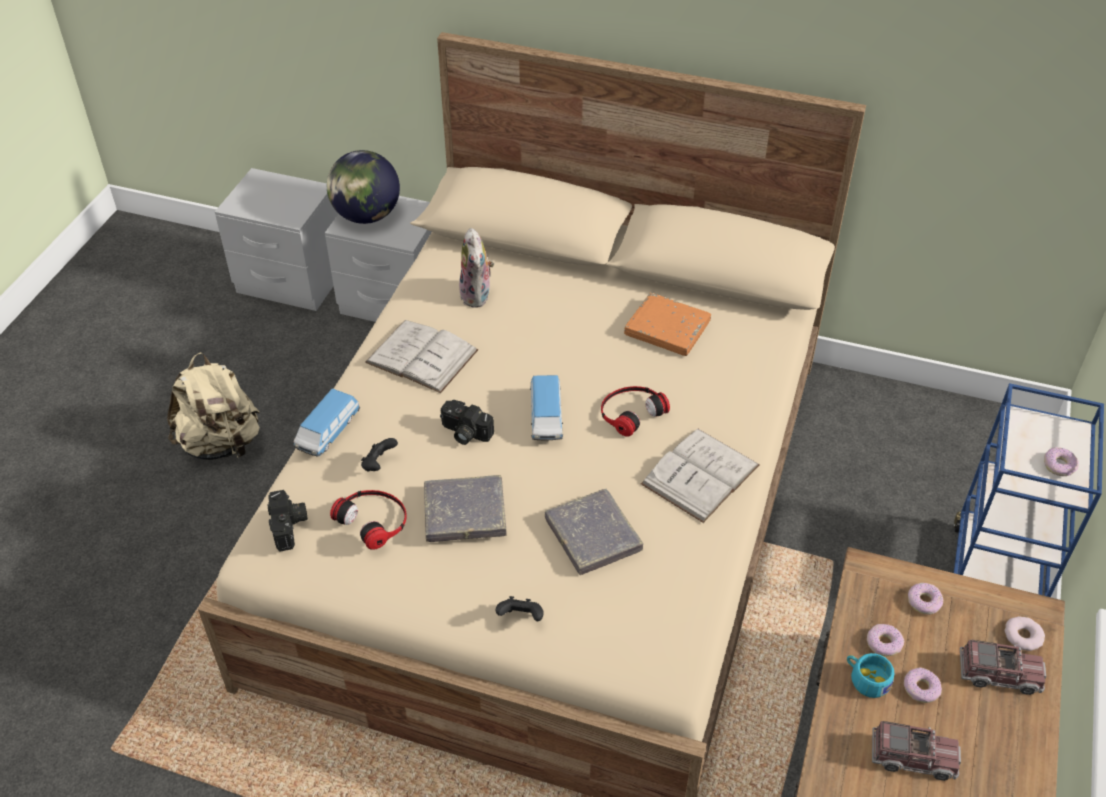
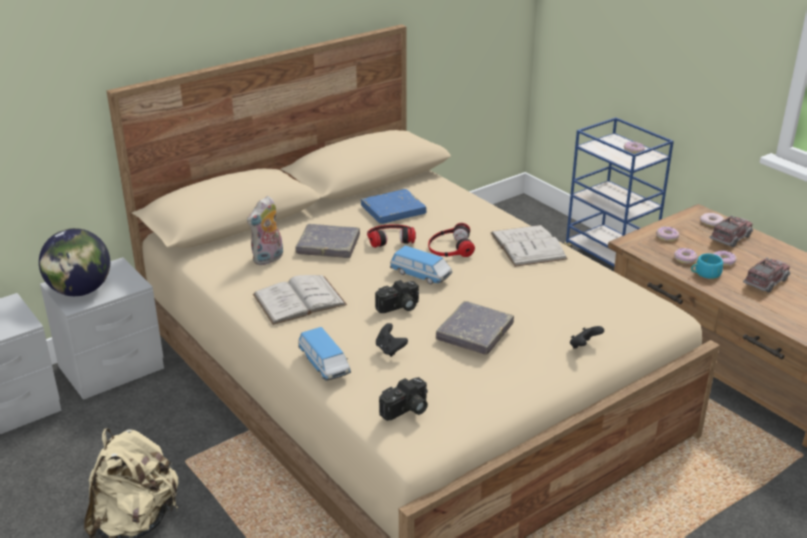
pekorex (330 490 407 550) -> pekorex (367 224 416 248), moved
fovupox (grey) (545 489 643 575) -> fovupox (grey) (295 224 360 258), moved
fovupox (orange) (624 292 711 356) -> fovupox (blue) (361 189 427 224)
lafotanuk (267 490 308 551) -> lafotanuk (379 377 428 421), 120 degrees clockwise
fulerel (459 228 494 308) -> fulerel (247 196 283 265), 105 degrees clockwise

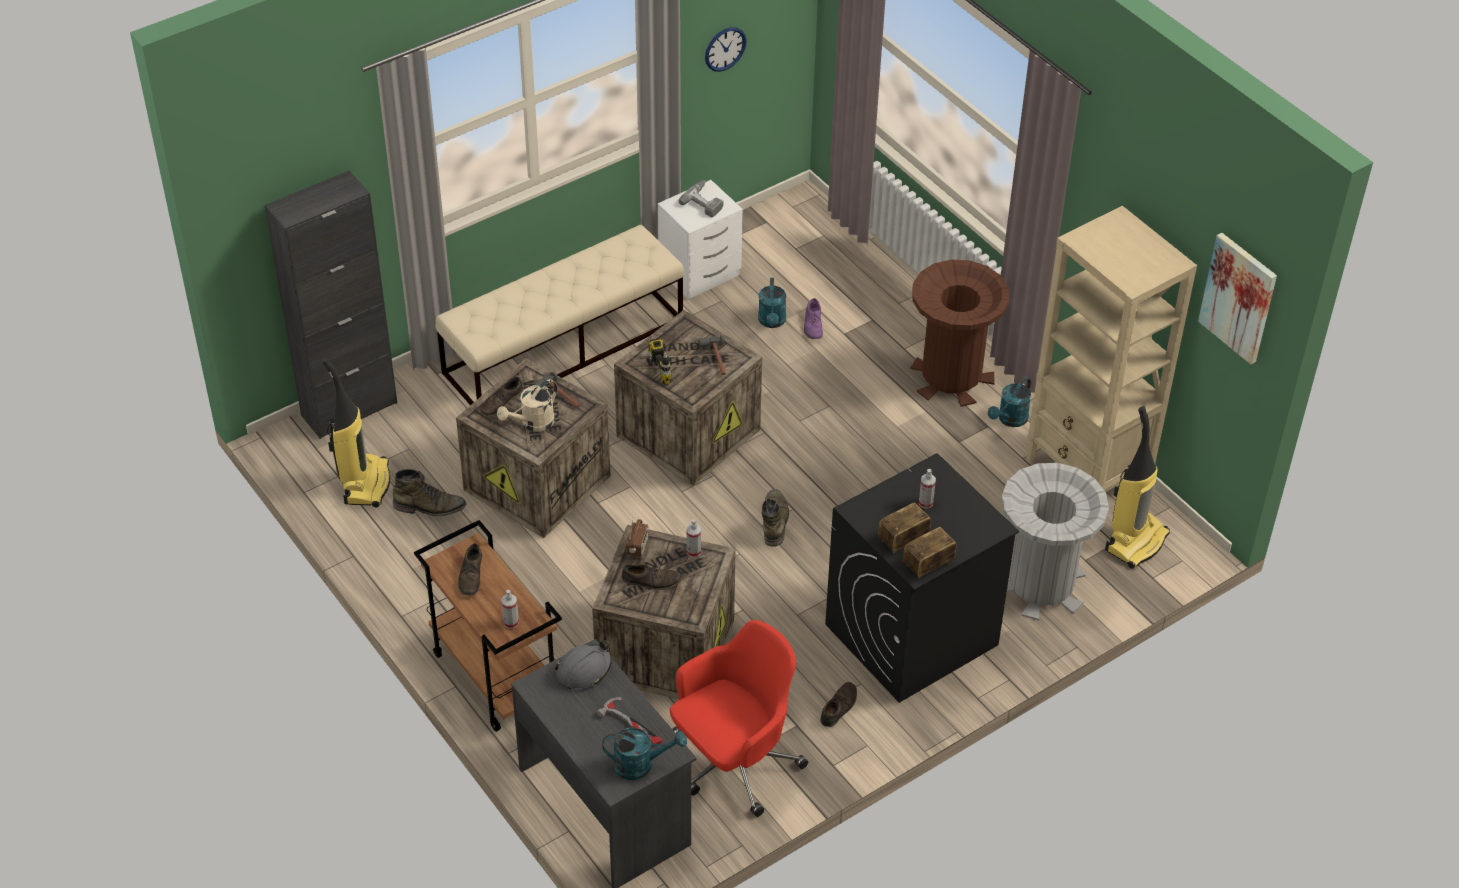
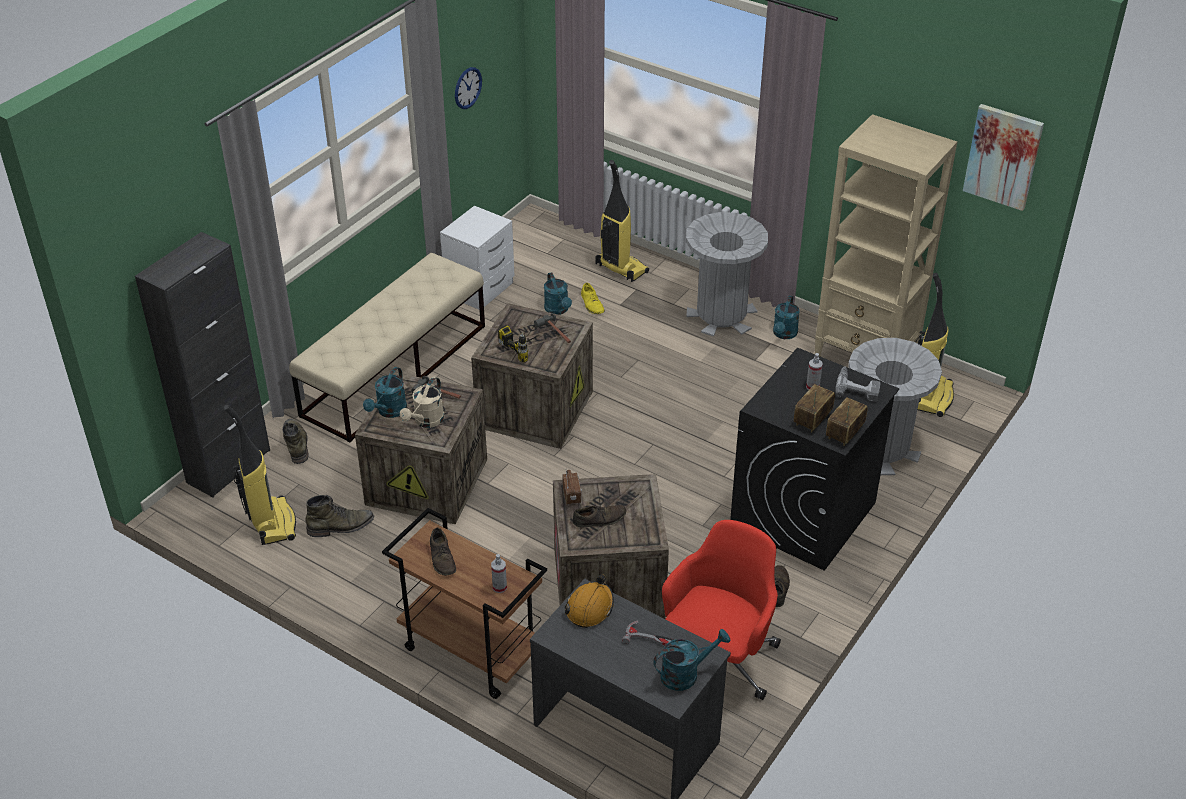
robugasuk (686 519 701 558) -> none
none -> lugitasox (595 160 649 282)
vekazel (679 180 724 217) -> vekazel (835 366 881 402), moved
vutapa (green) (762 489 789 547) -> vutapa (green) (282 419 309 464), moved
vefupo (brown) (480 377 523 416) -> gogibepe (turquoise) (363 367 407 418)
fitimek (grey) (555 640 612 689) -> fitimek (orange) (564 574 614 628)
vefupo (purple) (804 298 823 339) -> vefupo (yellow) (581 283 605 314)
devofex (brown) (910 260 1009 407) -> devofex (grey) (686 212 768 337)

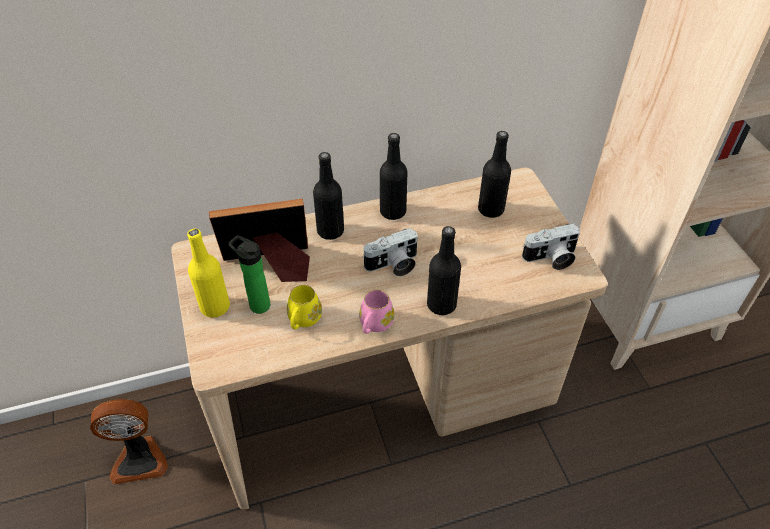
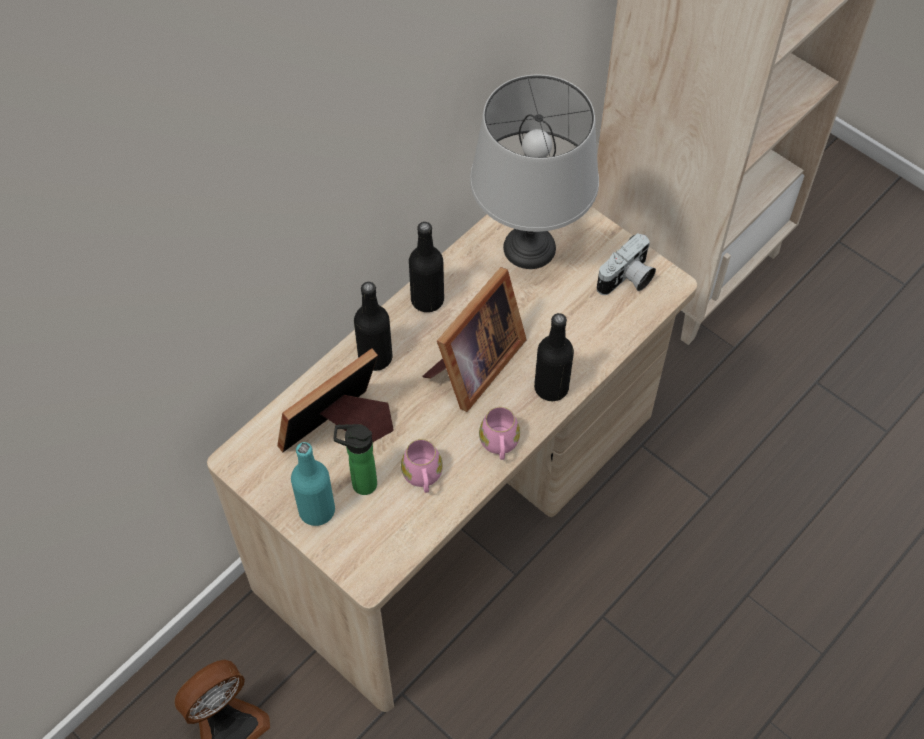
lafotanuk (362 228 417 276) -> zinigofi (422 267 527 412)
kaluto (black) (478 131 511 218) -> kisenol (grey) (470 74 599 269)
kaluto (yellow) (187 229 230 318) -> kaluto (turquoise) (291 442 335 526)
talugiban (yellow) (287 285 322 330) -> talugiban (pink) (401 439 443 493)

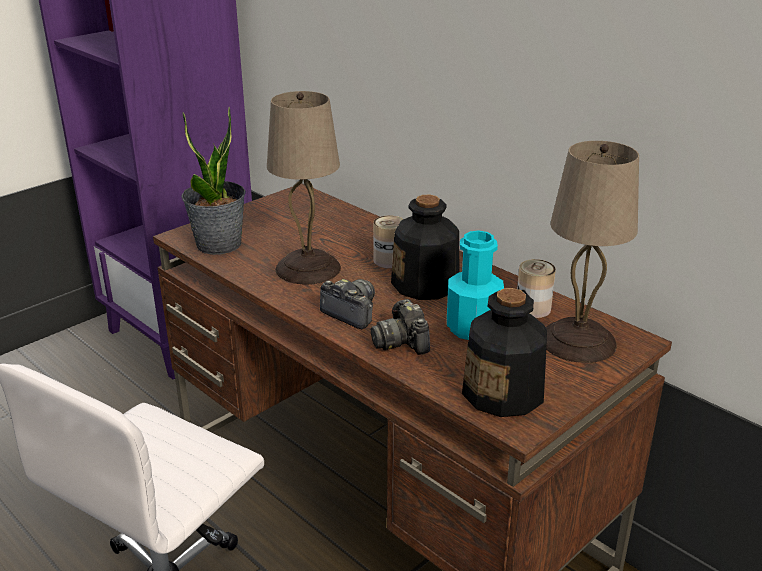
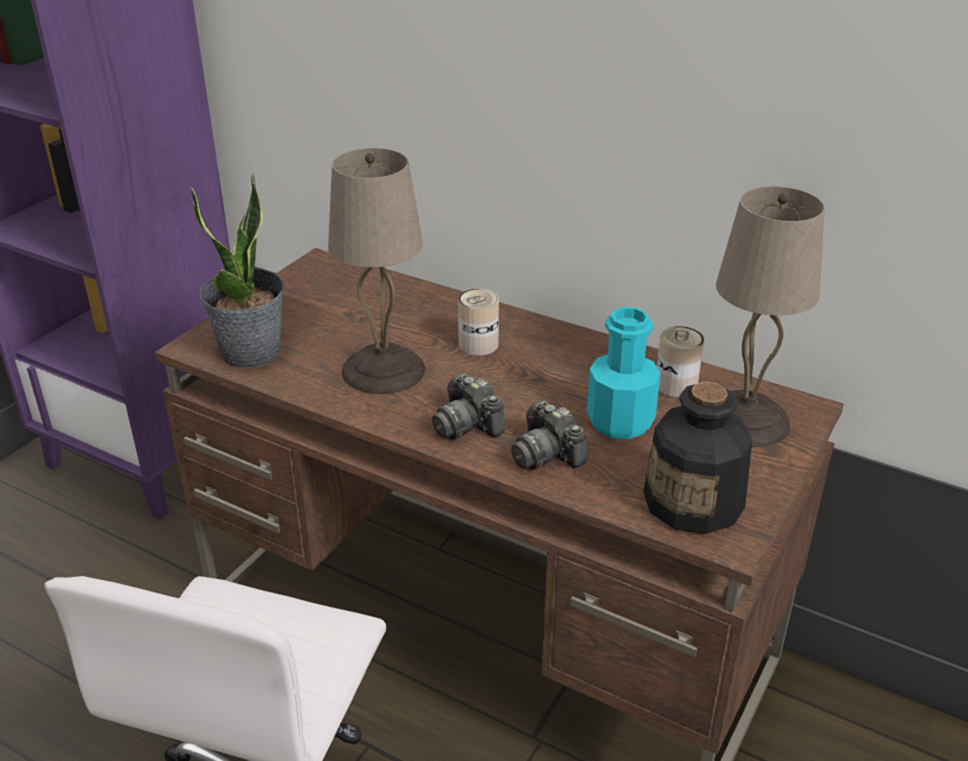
kaluto (391 195 459 300) -> none
lafotanuk (320 279 375 329) -> lafotanuk (432 373 505 439), 150 degrees counterclockwise

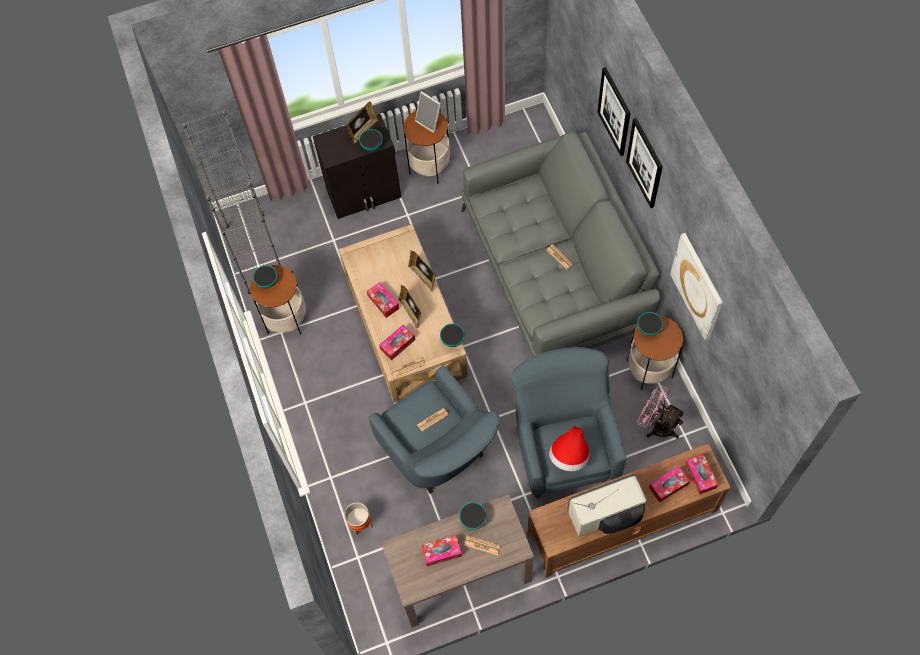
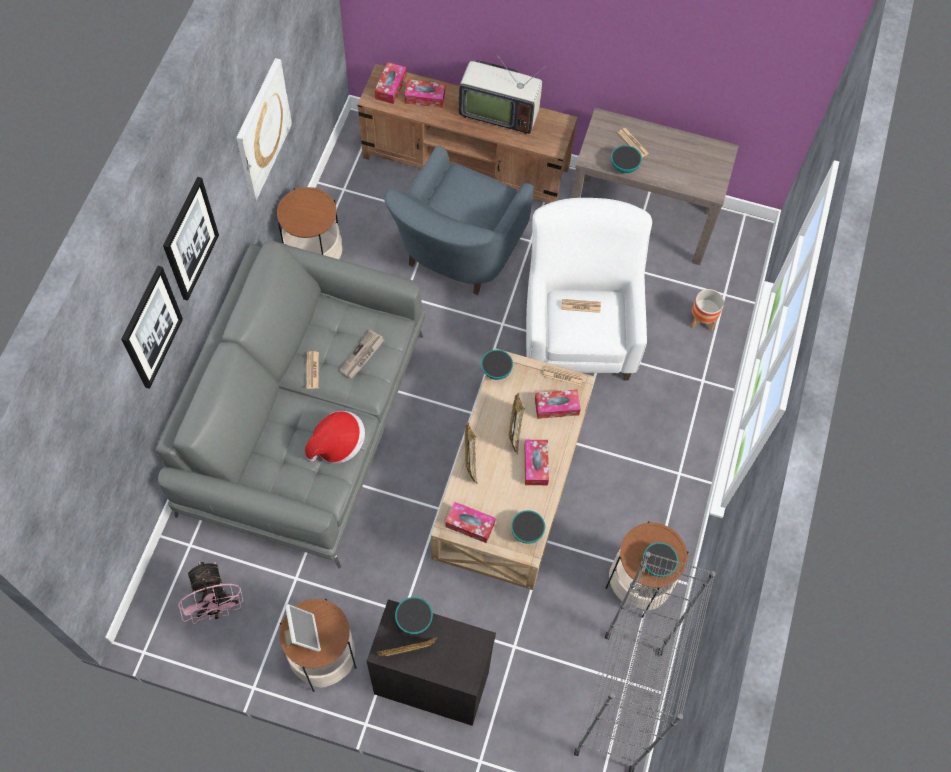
none -> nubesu (339 330 384 378)
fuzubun (421 535 462 566) -> fuzubun (446 502 496 543), moved
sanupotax (549 426 590 471) -> sanupotax (305 411 365 464), moved
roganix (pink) (637 385 685 439) -> roganix (pink) (178 562 243 624), moved
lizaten (638 312 663 336) -> lizaten (511 510 545 544), moved
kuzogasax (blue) (369 365 500 494) -> kuzogasax (white) (526 198 652 381)

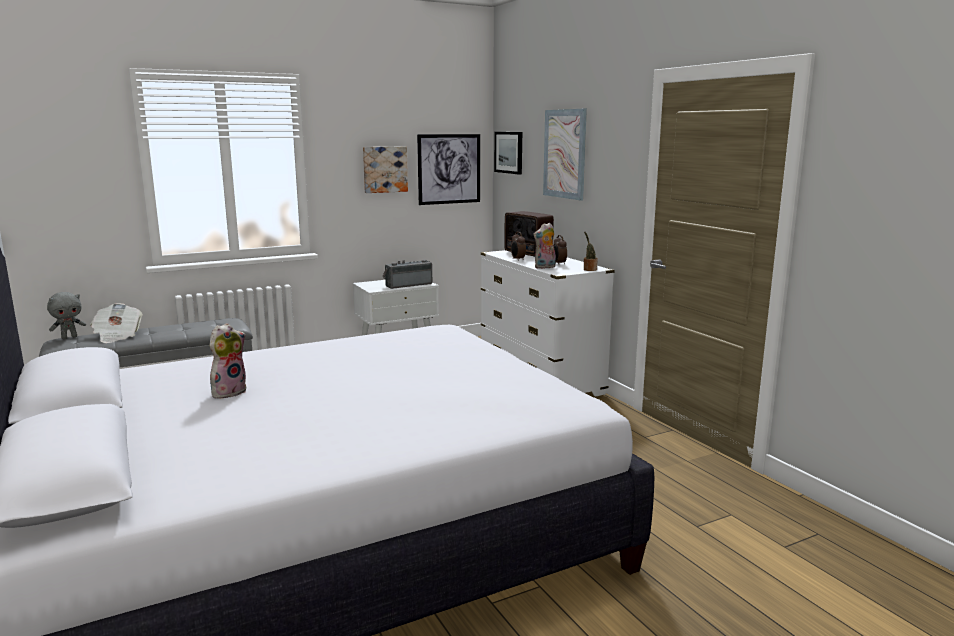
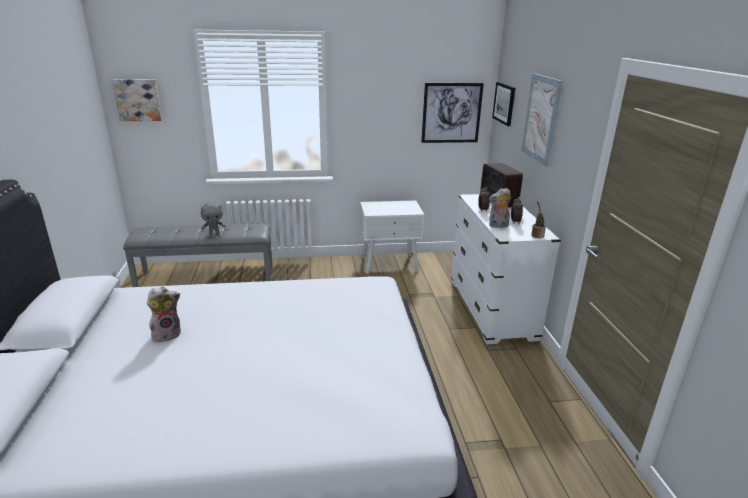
nubesu (90 303 143 343) -> none
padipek (383 260 432 289) -> none
fulerel (grey) (47 292 86 339) -> fulerel (grey) (201 202 226 235), moved
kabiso (363 147 408 193) -> kabiso (112 79 162 121), moved

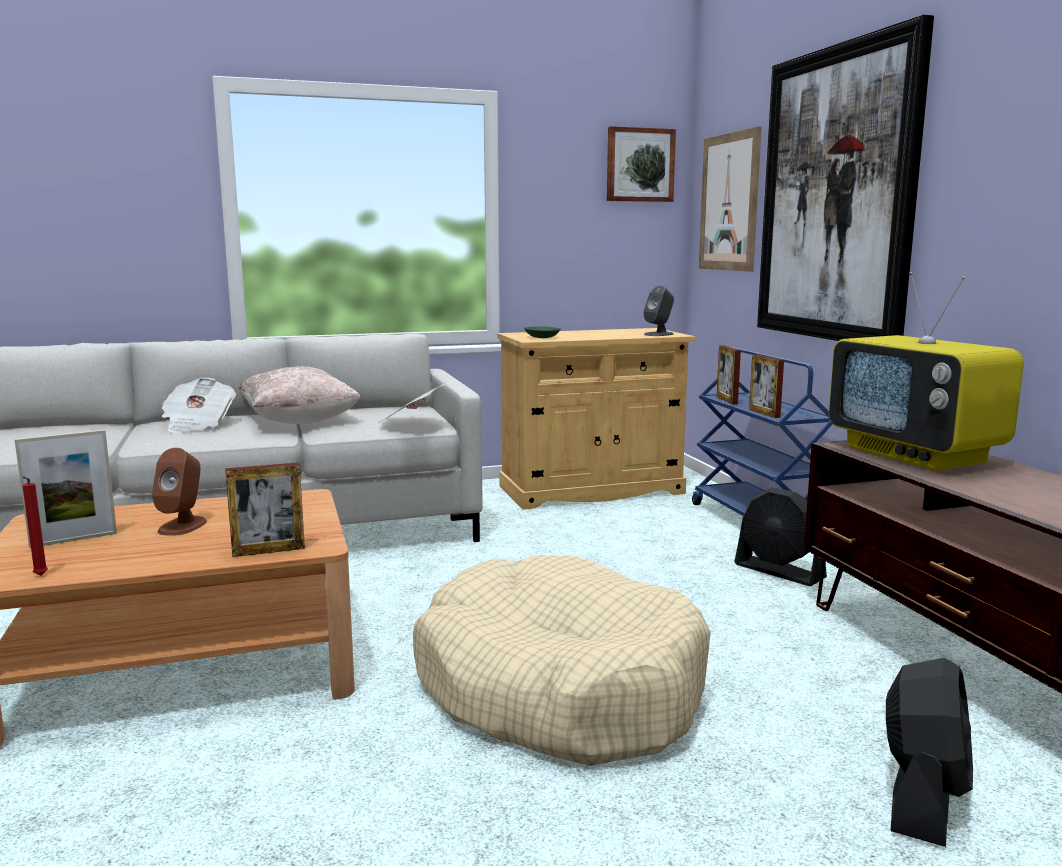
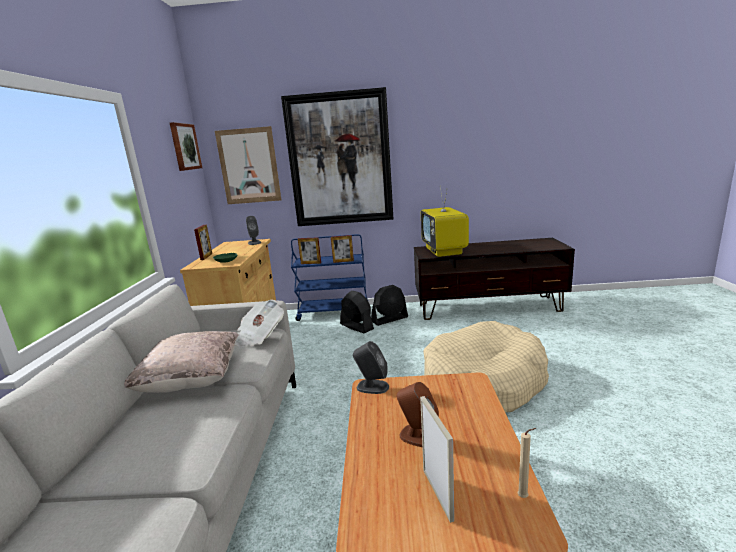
nubesu (161 378 236 433) -> none
none -> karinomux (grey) (353 341 389 394)
zinigofi (225 462 305 557) -> zinigofi (194 225 212 260), moved
roganix (black) (886 658 973 847) -> roganix (black) (340 291 374 333), moved
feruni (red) (22 476 48 576) -> feruni (beige) (518 428 536 498)
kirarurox (829 272 1024 471) -> kirarurox (421 186 469 257), 90 degrees clockwise

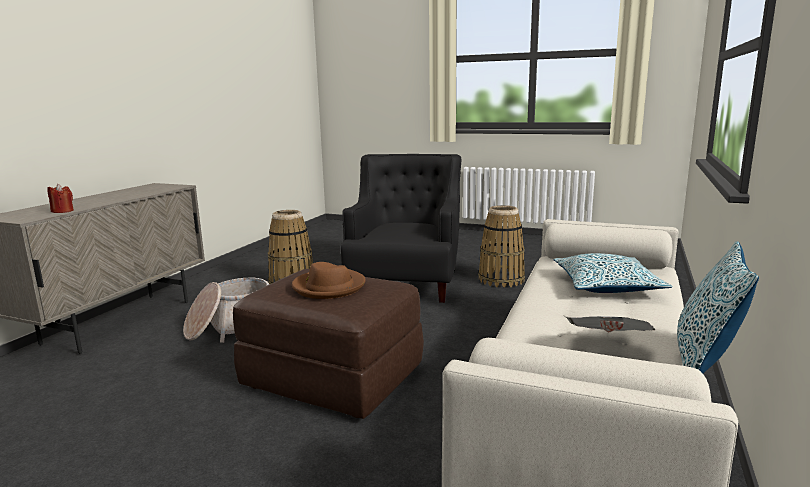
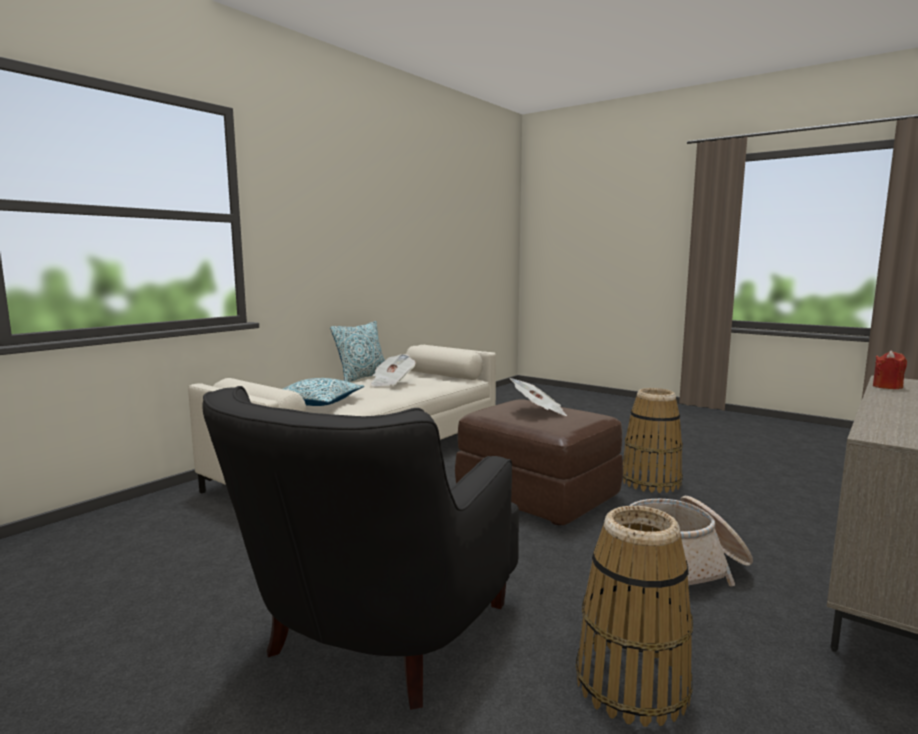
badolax (478 205 525 288) -> badolax (623 388 683 493), moved
sanupotax (brown) (292 262 366 299) -> nubesu (510 378 567 416)

